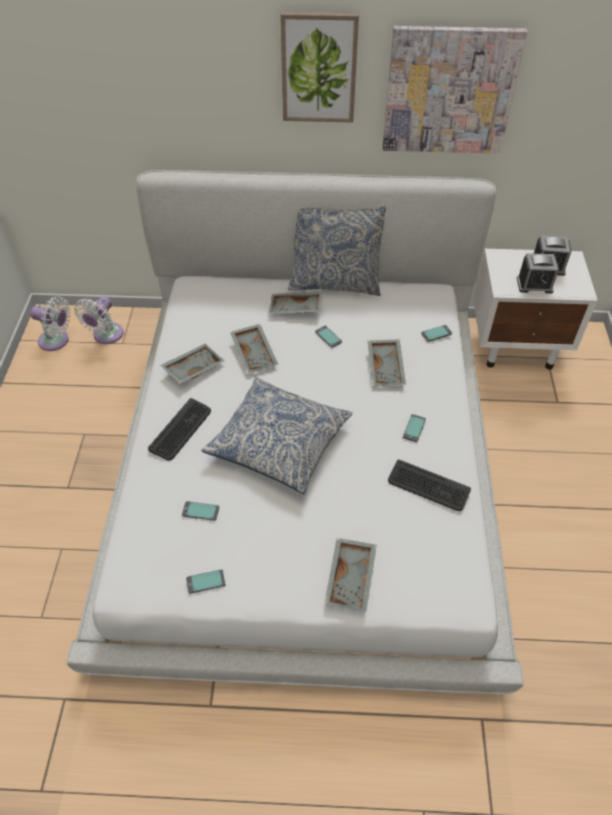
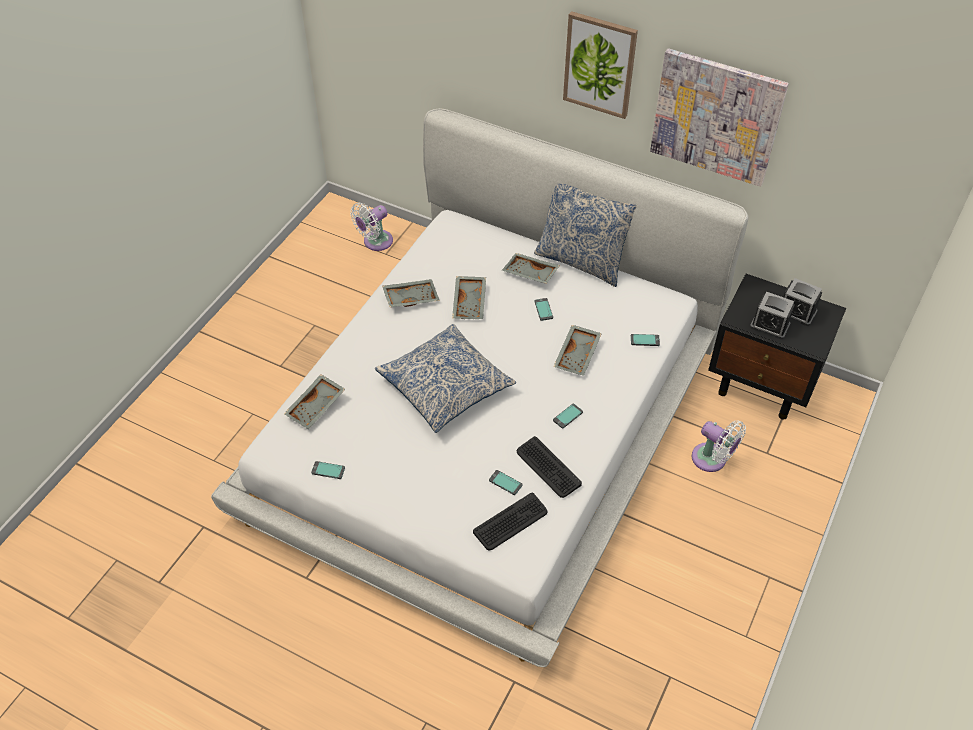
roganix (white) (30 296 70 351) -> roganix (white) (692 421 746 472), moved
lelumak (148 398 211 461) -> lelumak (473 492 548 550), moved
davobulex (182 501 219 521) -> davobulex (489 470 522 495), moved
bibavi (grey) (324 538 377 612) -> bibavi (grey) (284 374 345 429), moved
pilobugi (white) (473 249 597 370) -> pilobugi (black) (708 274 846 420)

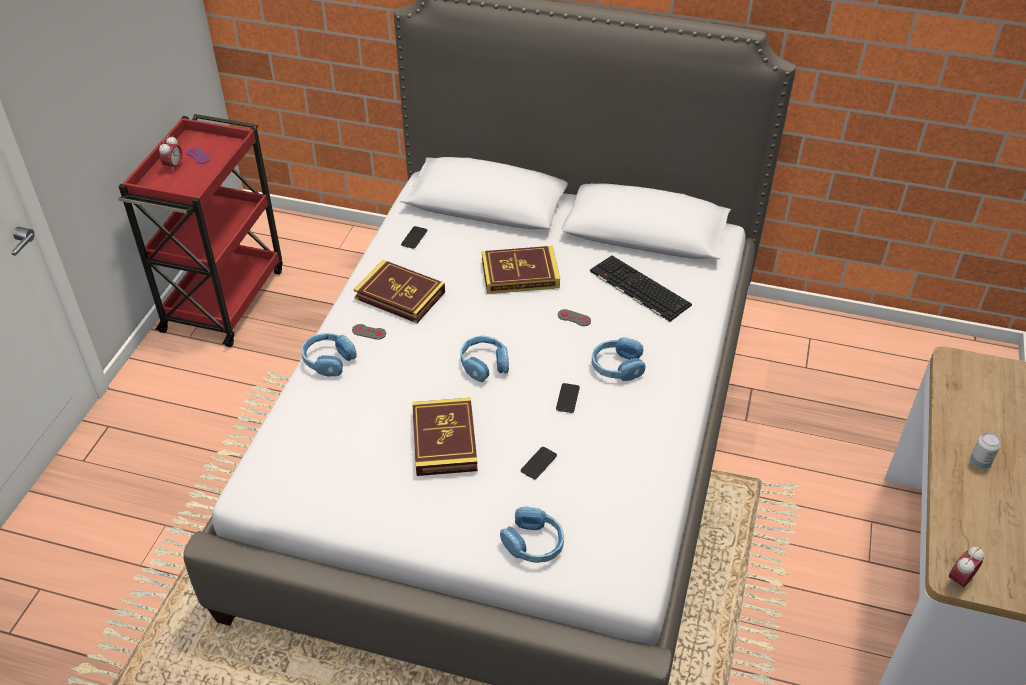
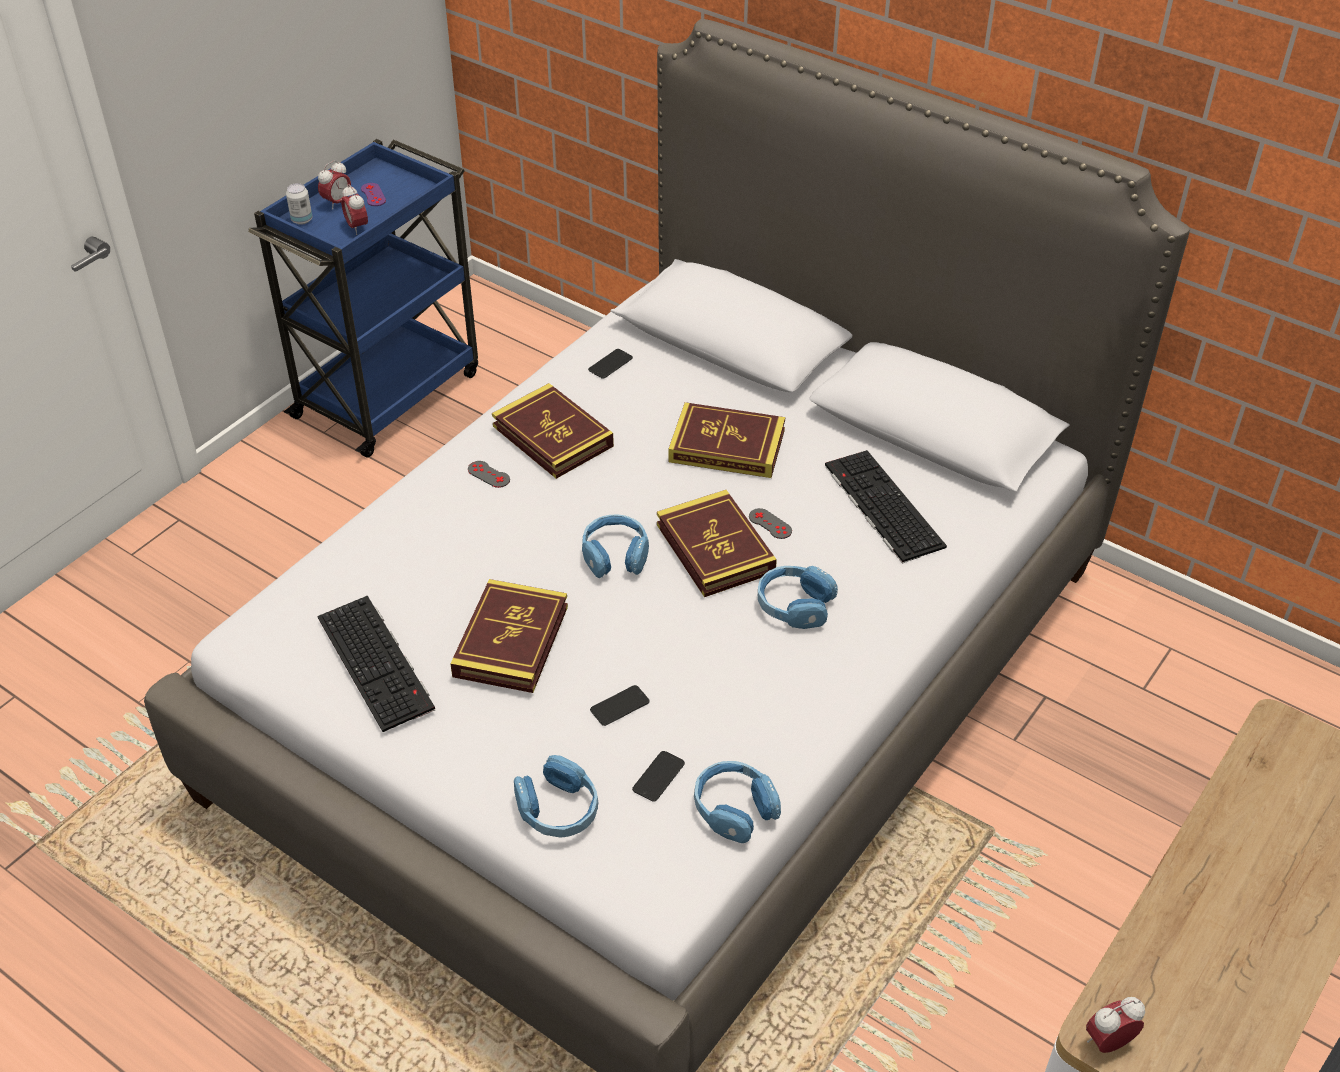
none -> lelumak (317 596 435 732)
none -> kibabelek (341 184 368 235)
none -> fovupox (657 490 777 597)
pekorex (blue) (301 333 357 376) -> pekorex (blue) (694 761 781 843), moved
davobulex (556 383 580 413) -> davobulex (632 751 685 802), moved
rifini (970 433 1001 469) -> rifini (286 183 313 225), moved
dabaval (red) (118 114 283 347) -> dabaval (blue) (248 139 478 458)

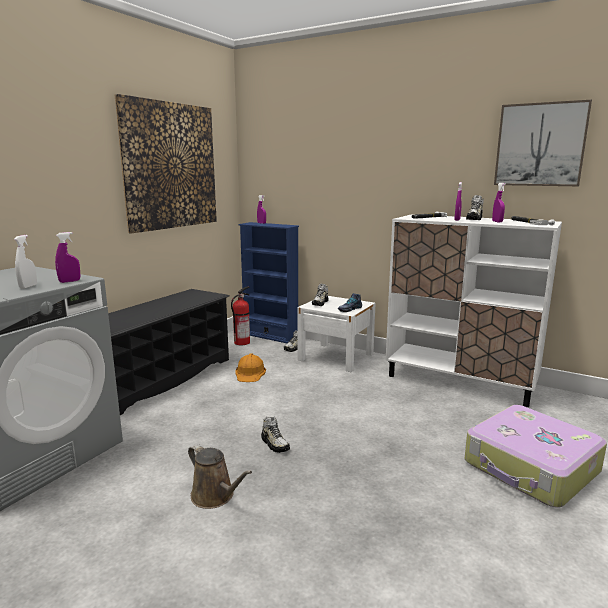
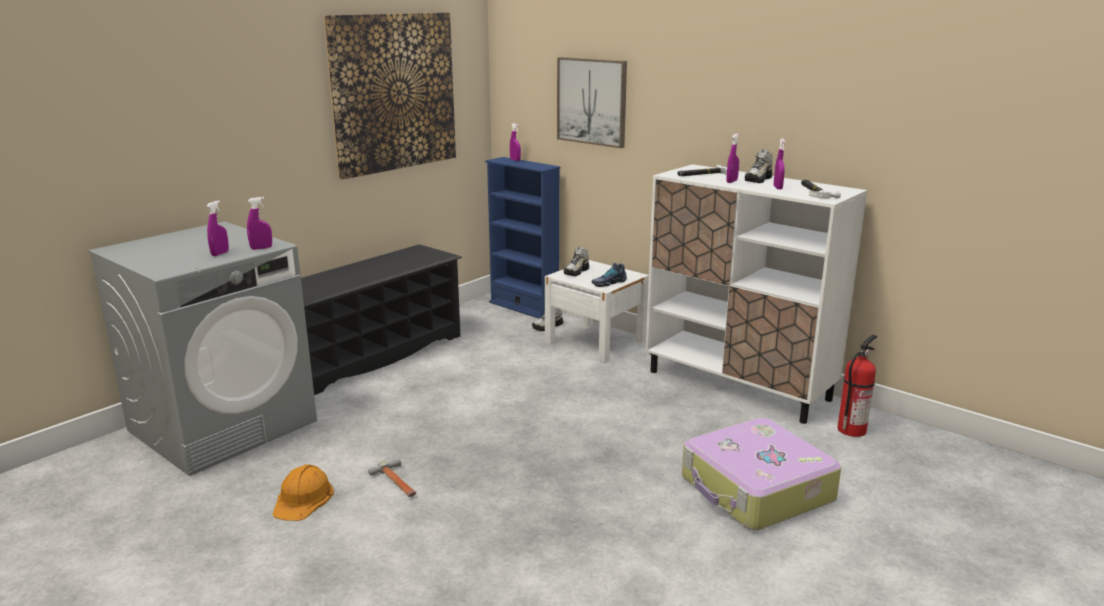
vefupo (261 416 290 453) -> none
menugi (231 286 250 345) -> menugi (837 335 877 437), moved
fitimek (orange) (235 354 266 382) -> fitimek (orange) (273 464 334 521), moved
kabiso (494 100 592 186) -> kabiso (557 57 627 148), moved
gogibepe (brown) (188 444 252 509) -> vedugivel (368 457 416 497)
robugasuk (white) (14 235 37 289) -> robugasuk (purple) (206 200 229 256)

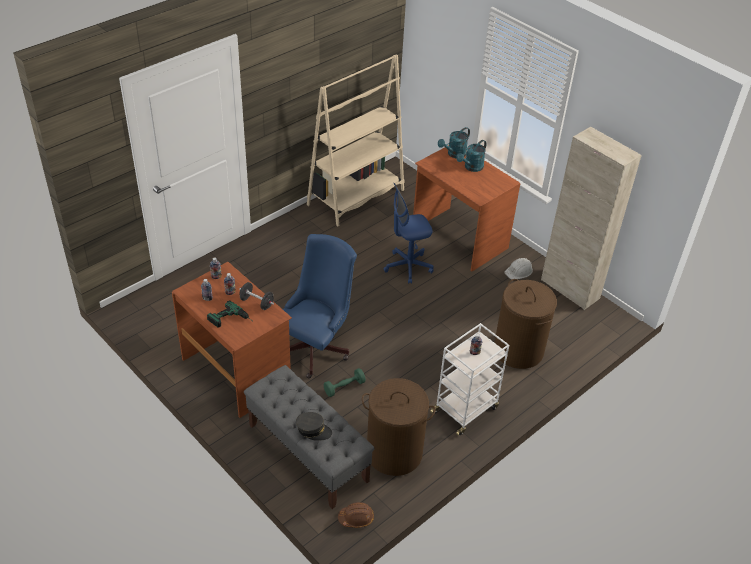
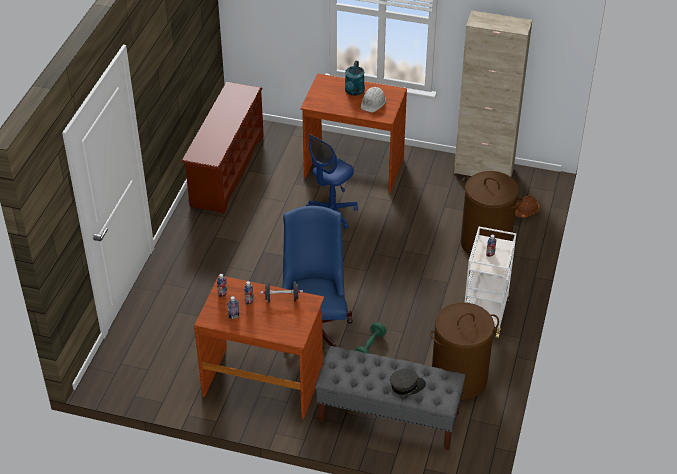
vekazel (207 301 251 328) -> none
gogibepe (turquoise) (438 127 470 158) -> none
fitimek (brown) (338 502 374 528) -> fitimek (brown) (515 196 539 218), moved
fitimek (white) (504 258 533 279) -> fitimek (white) (361 87 386 112), moved
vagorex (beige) (307 55 405 226) -> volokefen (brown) (181 82 264 215)

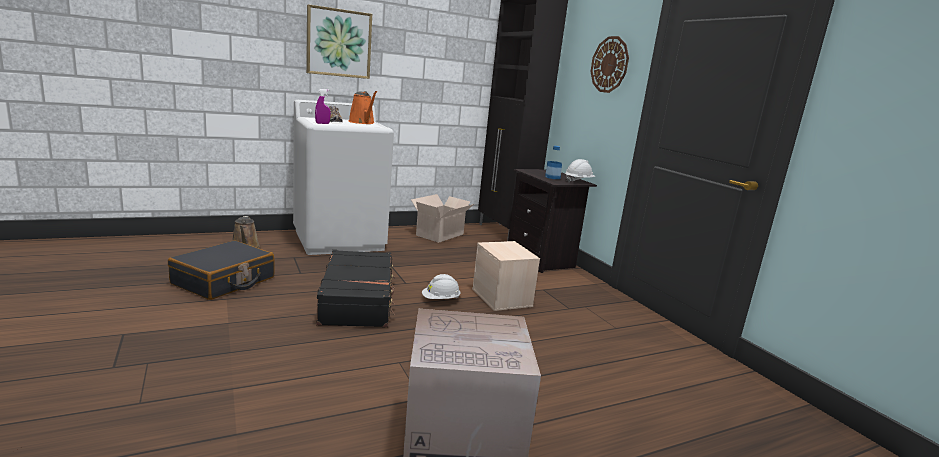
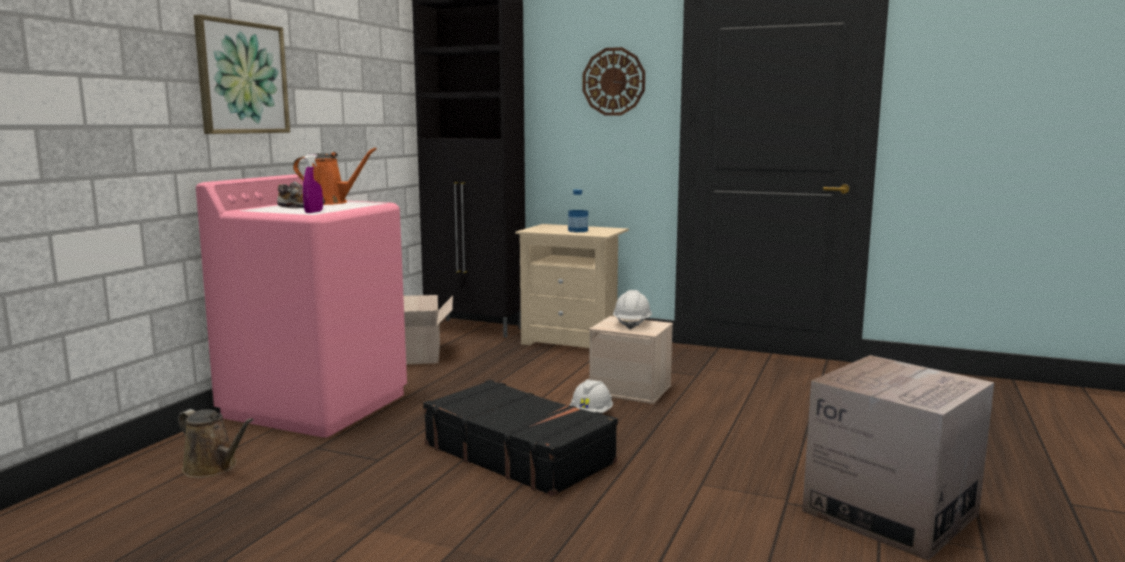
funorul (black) (168 240 274 300) -> none
fitimek (white) (565 159 596 182) -> fitimek (white) (613 290 652 330), moved
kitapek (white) (293 100 394 255) -> kitapek (pink) (196 174 407 438)
pilobugi (black) (508 169 597 273) -> pilobugi (beige) (515 224 629 348)

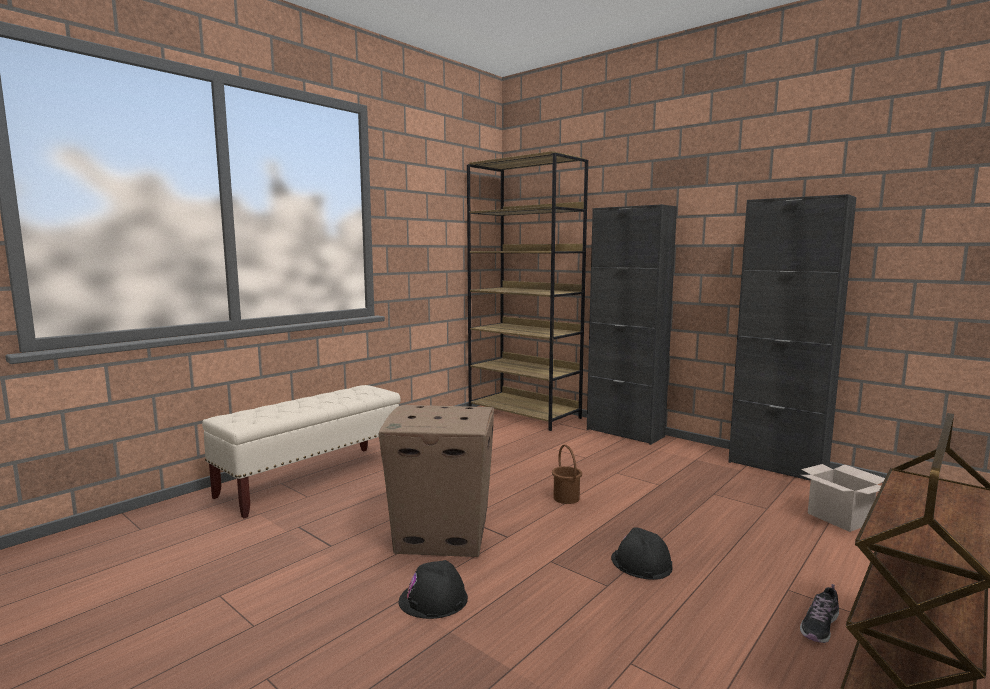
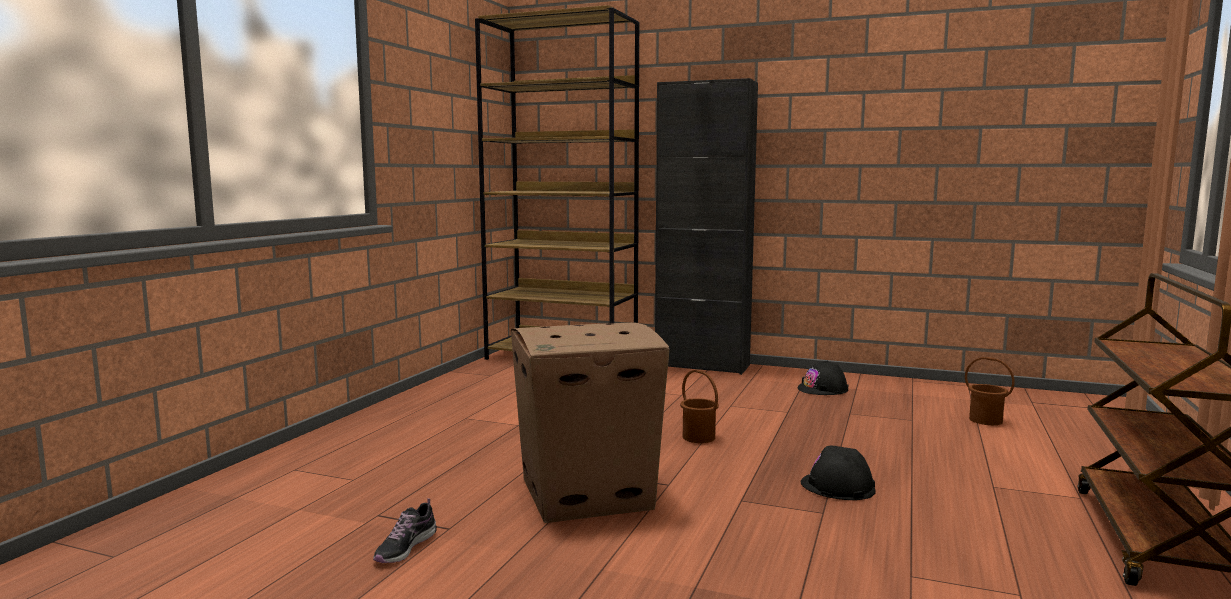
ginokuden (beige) (202 385 401 518) -> none
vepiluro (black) (728 194 857 481) -> none
fitimek (black) (398 560 468 619) -> fitimek (black) (798 361 848 395), moved
vefupo (800 584 839 643) -> vefupo (373 498 437 563), moved
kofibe (801 464 885 532) -> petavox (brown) (965 357 1015 425)

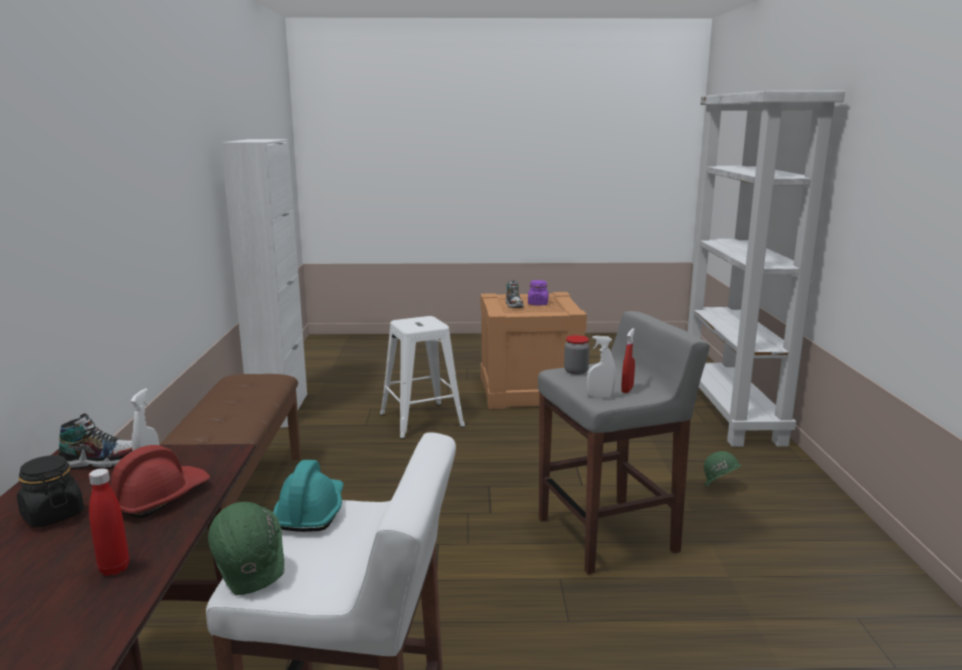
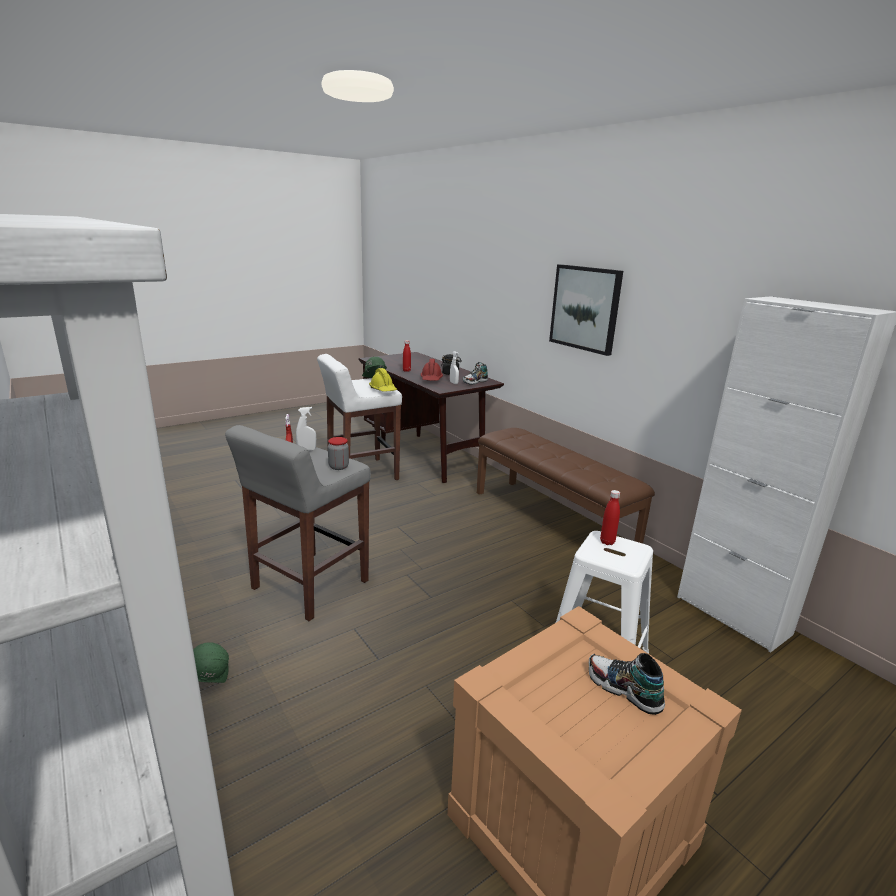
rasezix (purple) (528 280 548 306) -> none
none -> kabiso (549 264 623 356)
none -> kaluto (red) (600 490 620 545)
fitimek (turquoise) (273 460 343 532) -> fitimek (yellow) (369 368 397 391)

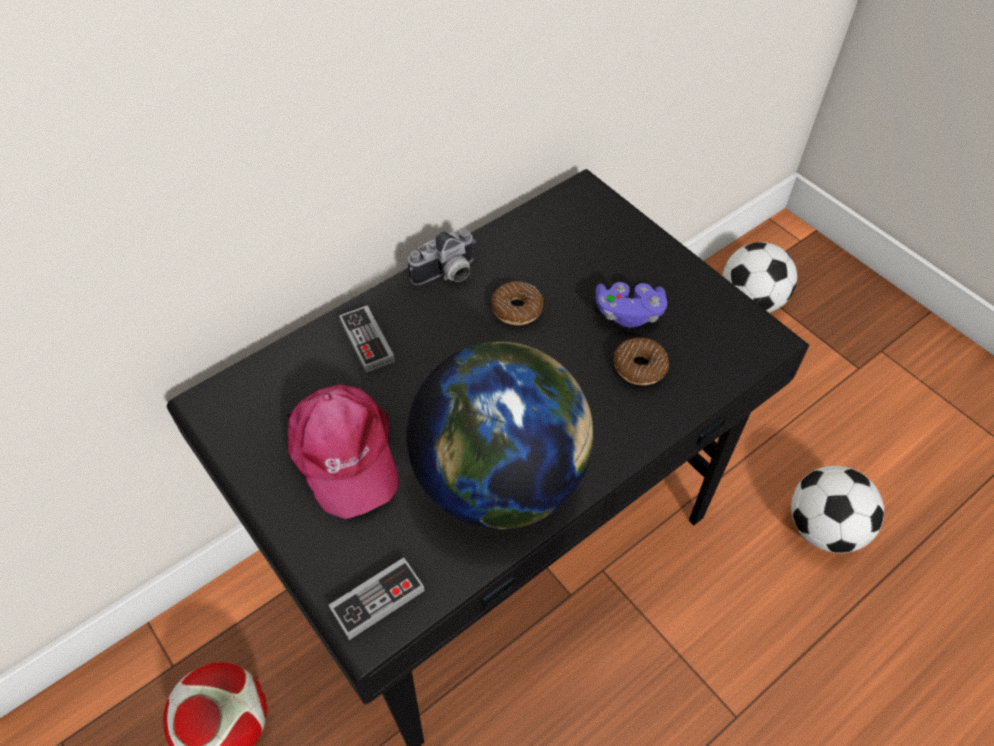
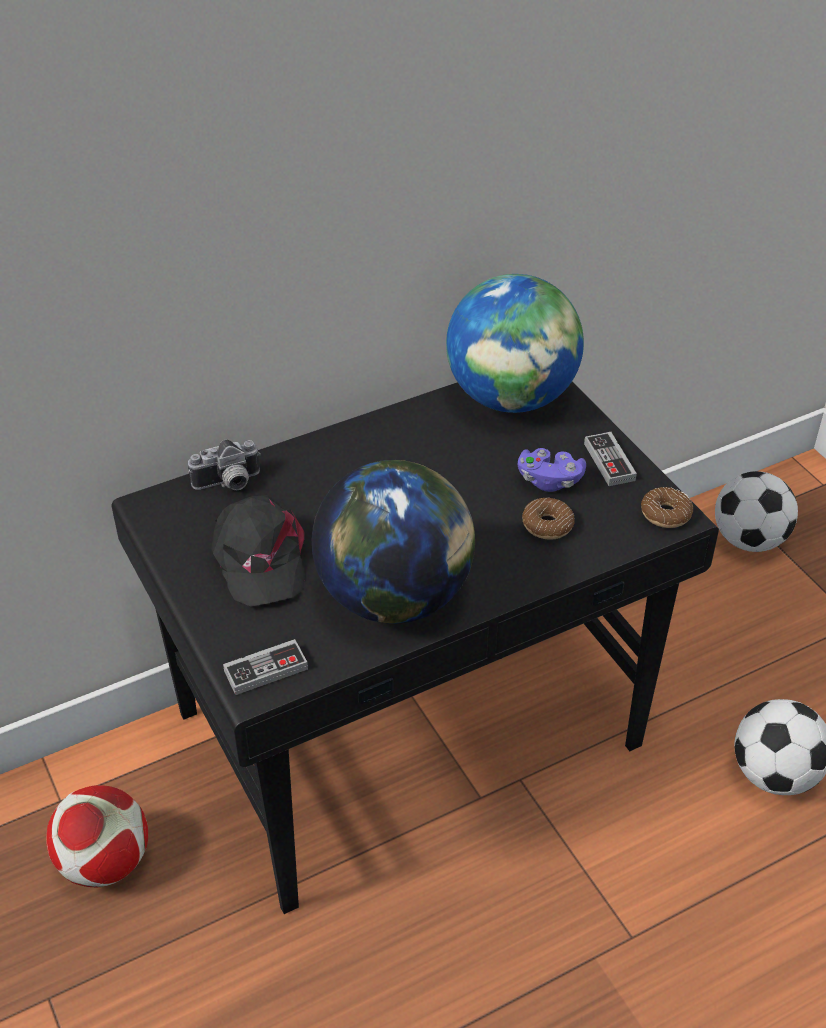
none -> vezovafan (446 274 584 413)
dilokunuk (339 305 395 373) -> dilokunuk (584 432 637 486), moved
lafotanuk (407 229 476 286) -> lafotanuk (188 439 261 490), moved
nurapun (491 281 544 325) -> nurapun (641 487 693 528), moved
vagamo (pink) (287 384 399 519) -> vagamo (black) (211 495 305 606)

